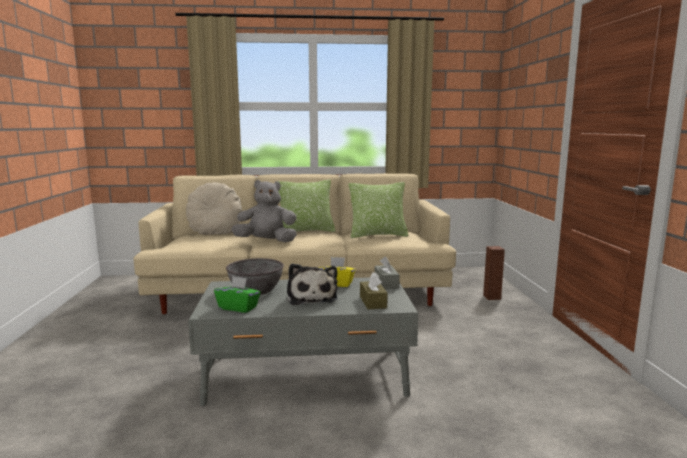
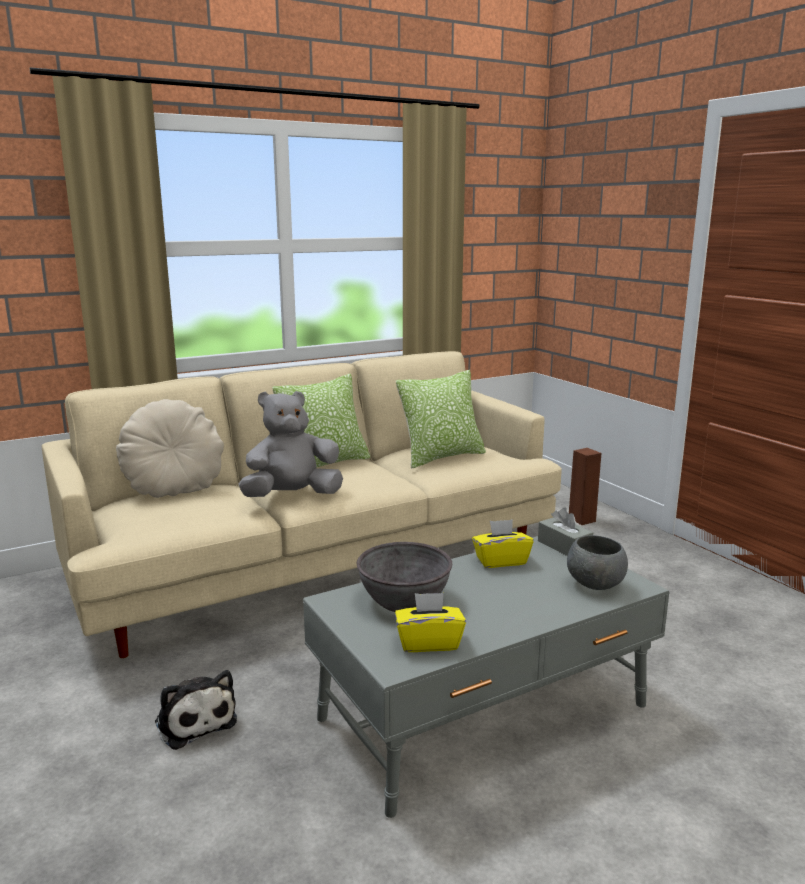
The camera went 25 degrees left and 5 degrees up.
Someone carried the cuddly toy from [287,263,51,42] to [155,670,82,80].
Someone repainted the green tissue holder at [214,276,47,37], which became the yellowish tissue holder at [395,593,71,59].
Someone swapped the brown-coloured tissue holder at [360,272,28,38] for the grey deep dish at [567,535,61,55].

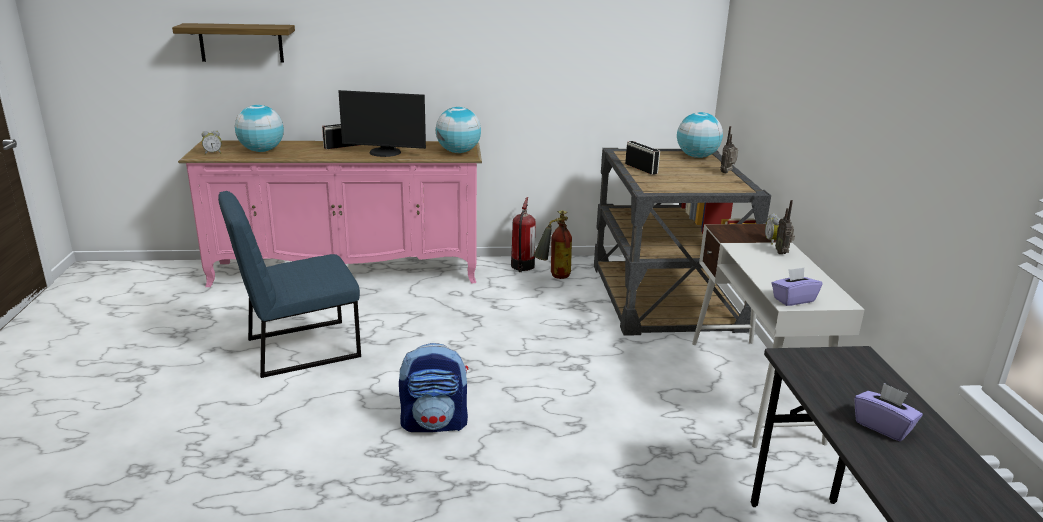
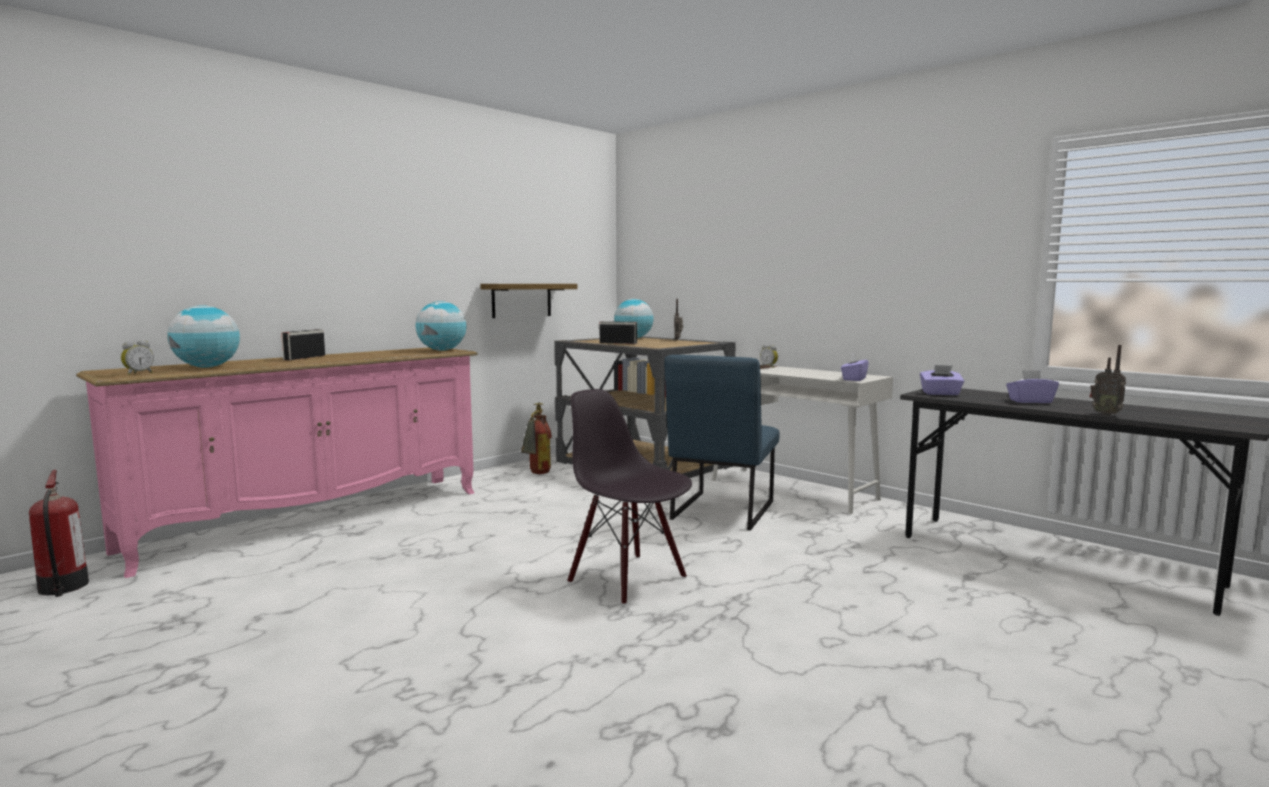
The camera went 40 degrees left and 15 degrees down.
Someone carried the fire extinguisher from [511,197,25,75] to [29,470,60,127].
Someone carried the shelf from [172,23,123,40] to [480,284,97,34].
Someone swapped the knapsack at [399,343,70,89] for the blackish plain chair at [567,389,125,216].
Someone carried the blue plain chair from [218,191,143,187] to [664,355,116,176].
Someone put down the purple tissue holder at [920,365,44,30].
Someone carried the radio set from [775,200,20,54] to [1089,345,37,71].
Someone took away the monitor at [338,90,88,67].

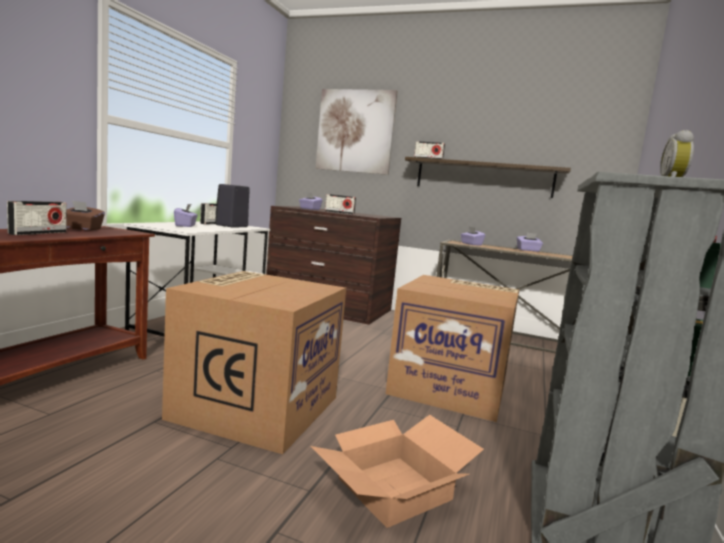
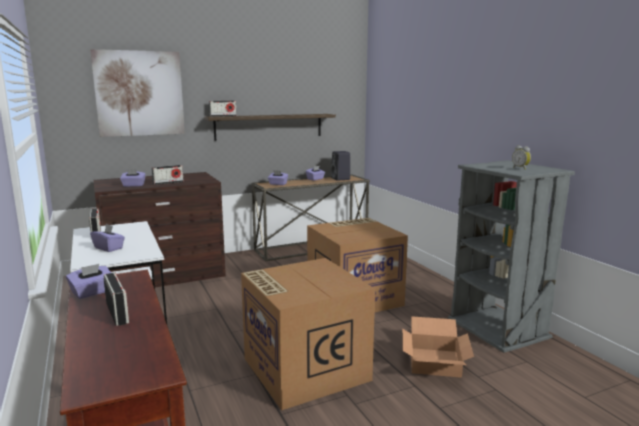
The camera went 45 degrees left and 5 degrees up.
Someone repainted the brown-coloured tissue holder at [66,201,39,29], which became the purple tissue holder at [66,264,45,35].
Someone carried the blackish loudspeaker from [215,184,35,43] to [331,151,19,30].

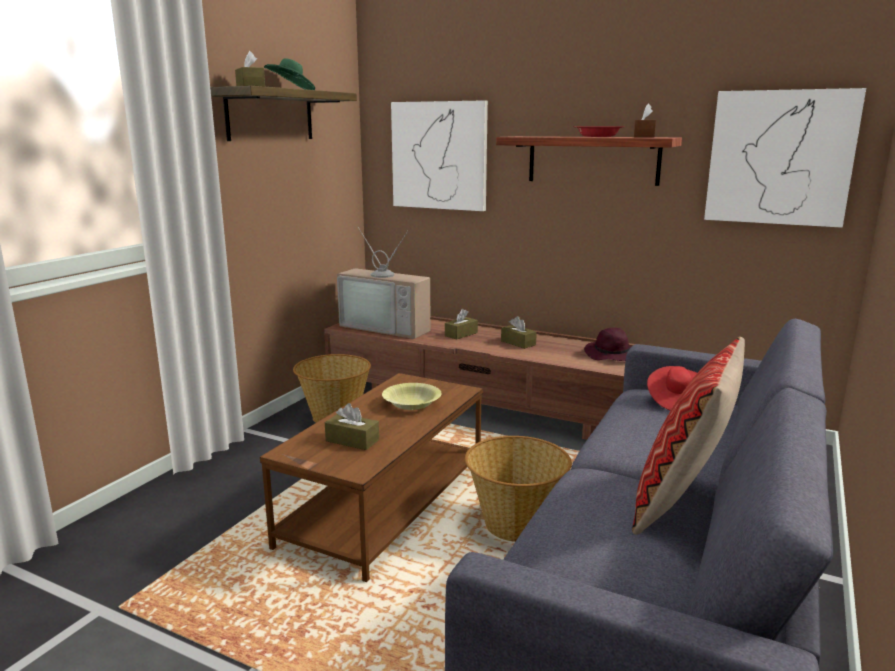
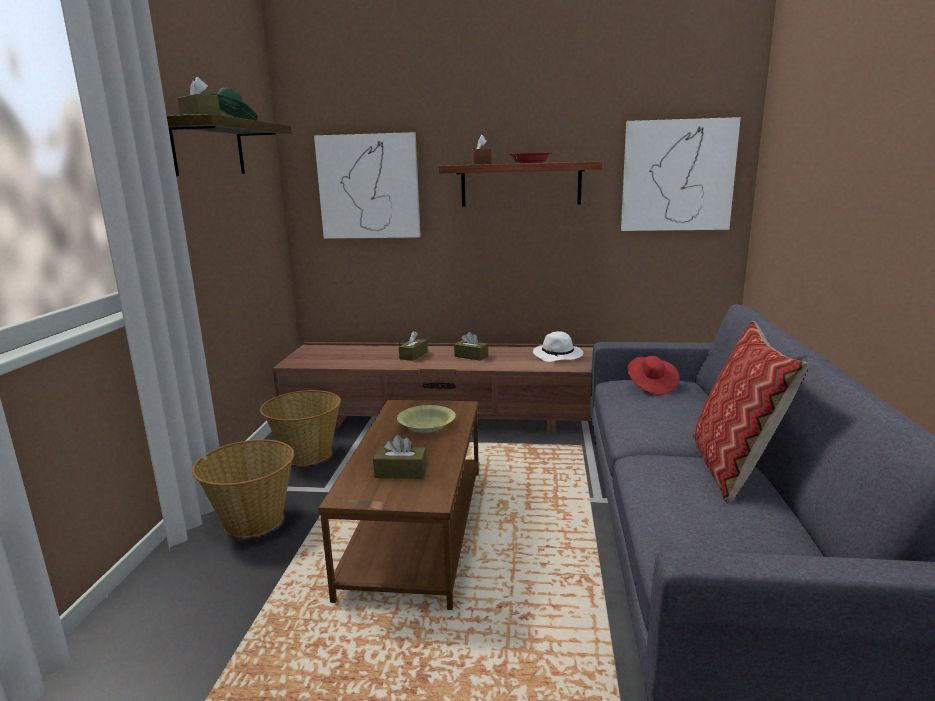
The camera went 20 degrees left and 0 degrees up.
Someone carried the household basket from [465,436,107,106] to [192,439,102,98].
Someone carried the brown-coloured tissue holder from [634,103,22,35] to [470,135,21,29].
Someone repainted the purple clothing hat at [584,327,48,34], which became the white-coloured clothing hat at [533,331,50,31].
Someone took away the TV set at [337,227,94,112].

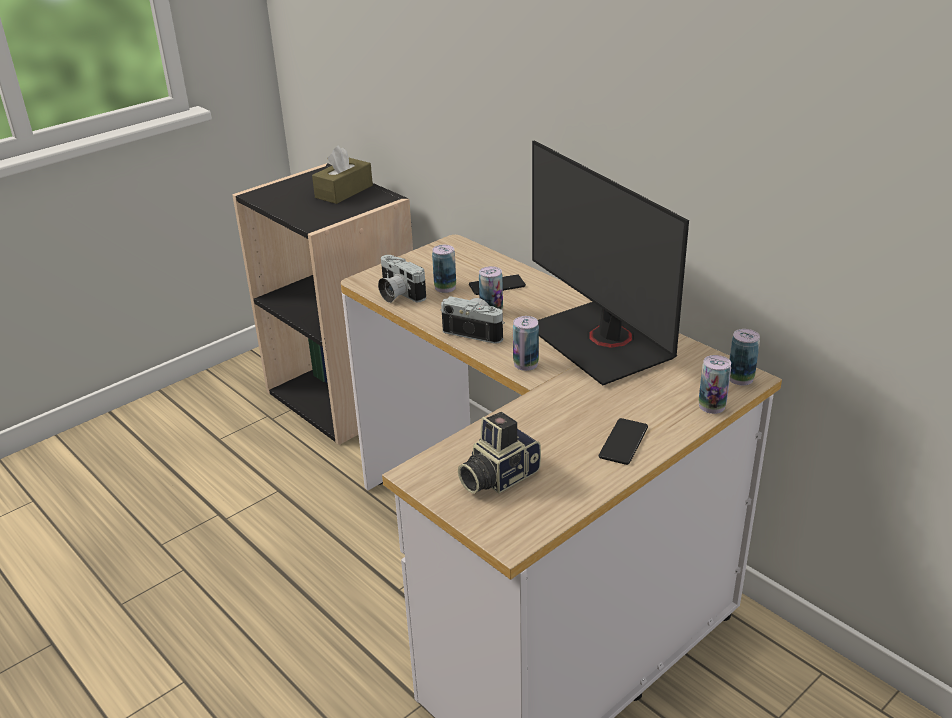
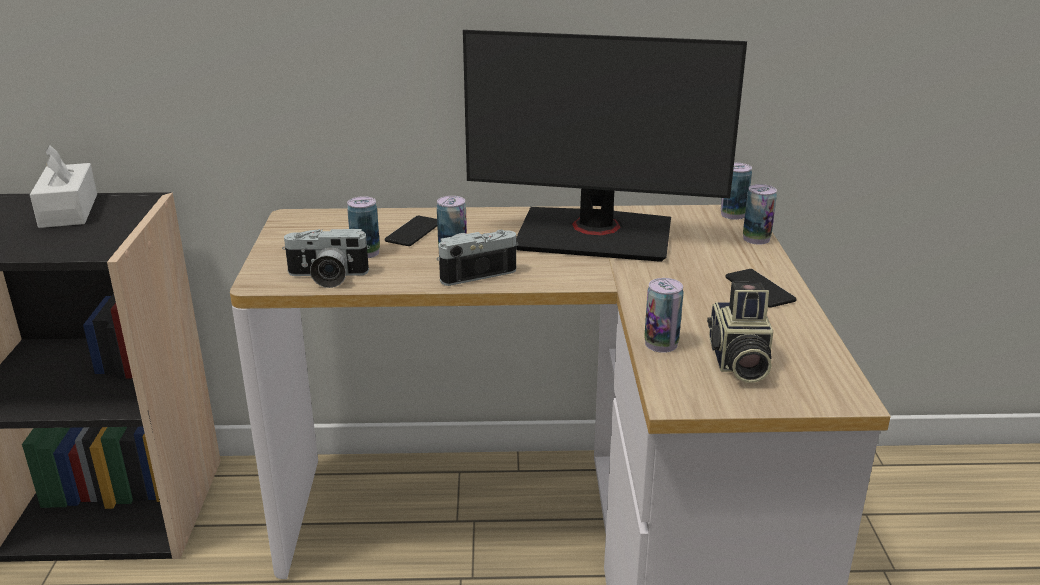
The camera went 50 degrees left and 5 degrees down.
Someone repainted the brown-coloured tissue holder at [312,145,61,59], which became the white-coloured tissue holder at [30,145,67,83].
Someone carried the can from [513,316,26,55] to [644,278,39,75].

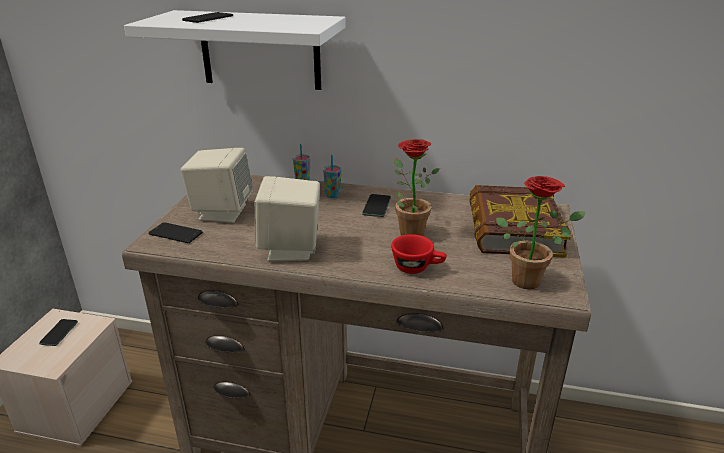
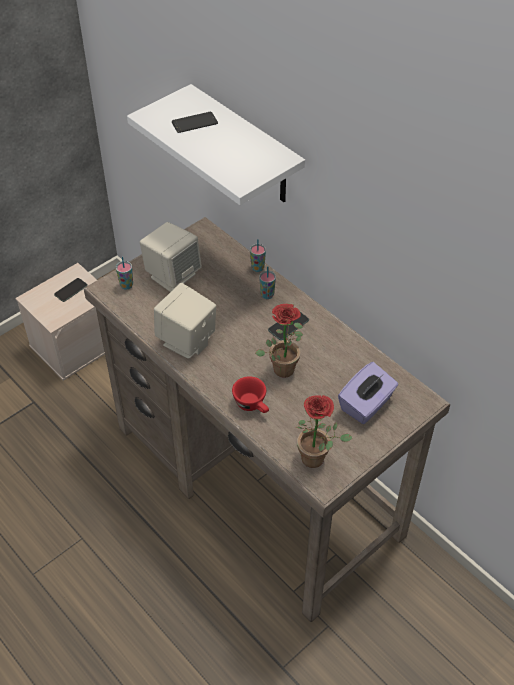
The camera went 35 degrees right and 20 degrees up.
Someone swapped the telephone at [149,222,54,21] for the cup at [116,257,17,33].
Someone swapped the book at [469,185,102,73] for the purple tissue holder at [338,362,60,62].

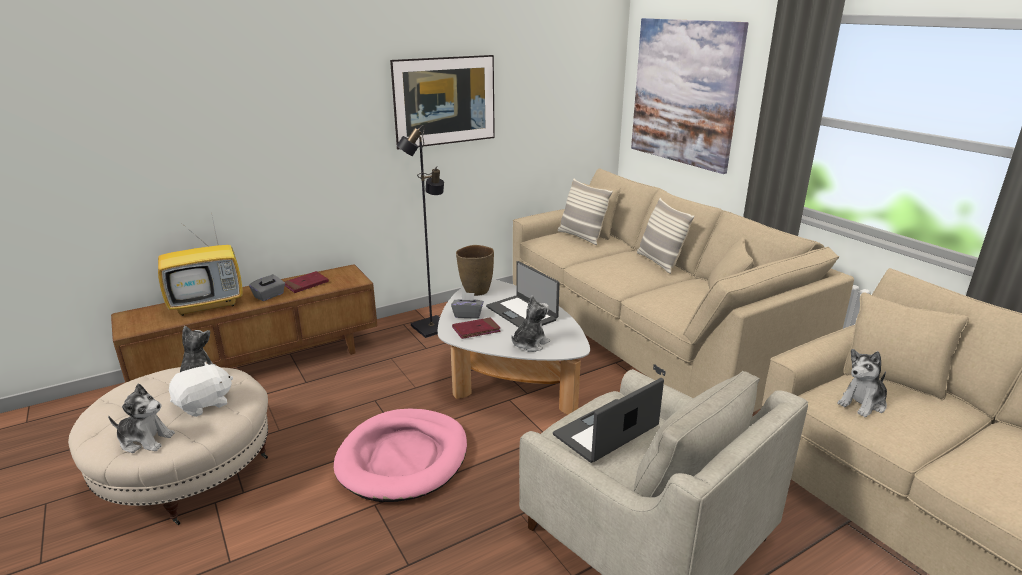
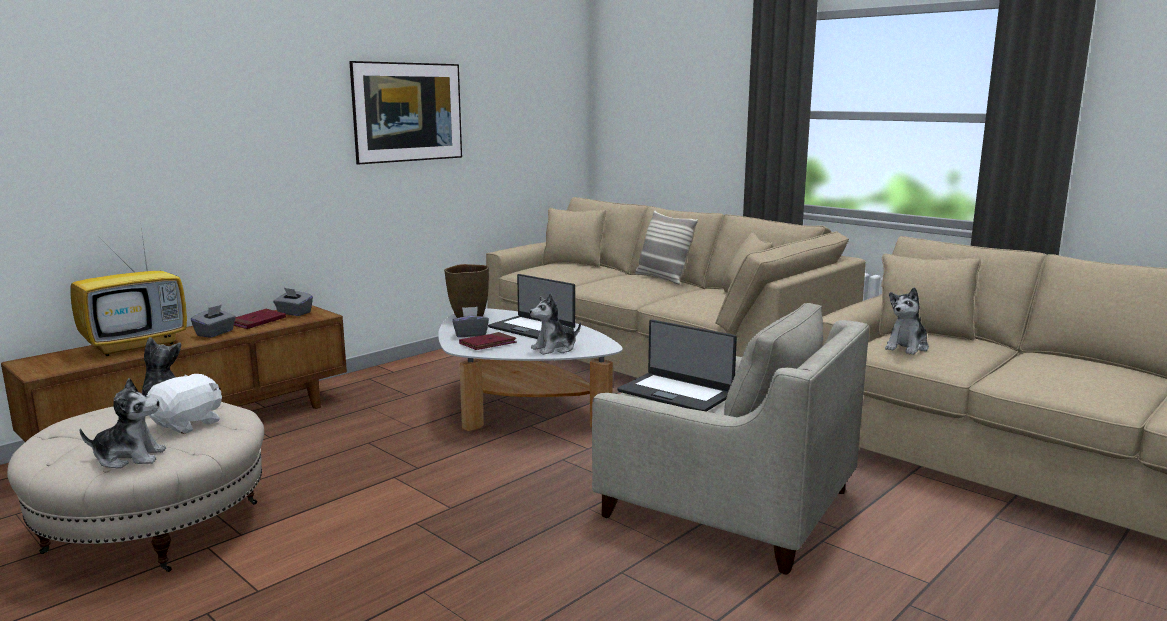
The camera went 15 degrees left and 10 degrees down.
Someone put down the grey tissue holder at [273,288,40,28].
Someone rotated the cuddly toy at [511,296,39,56] by 150 degrees counterclockwise.
Someone rotated the notebook computer at [553,378,111,85] by 90 degrees counterclockwise.
Someone took away the pinkish dog cushion at [334,409,133,93].
Someone took away the blackish standard lamp at [397,125,47,213].
Someone took away the cushion at [558,178,55,67].
Someone took away the wall art at [631,18,118,156].

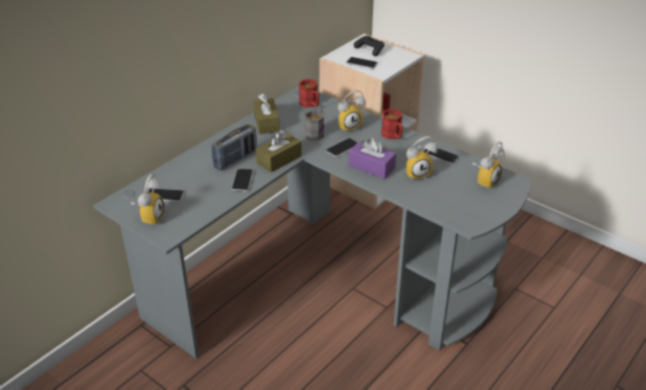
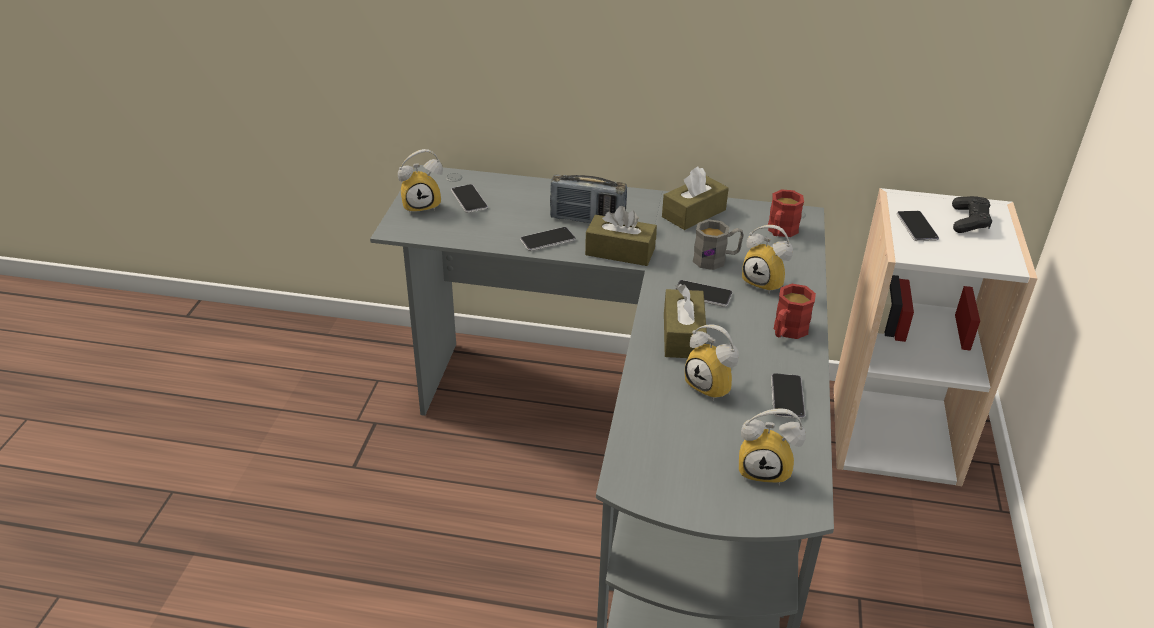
The camera went 60 degrees right and 0 degrees up.
Someone repainted the purple tissue holder at [348,138,48,41], which became the brown-coloured tissue holder at [664,284,43,74].

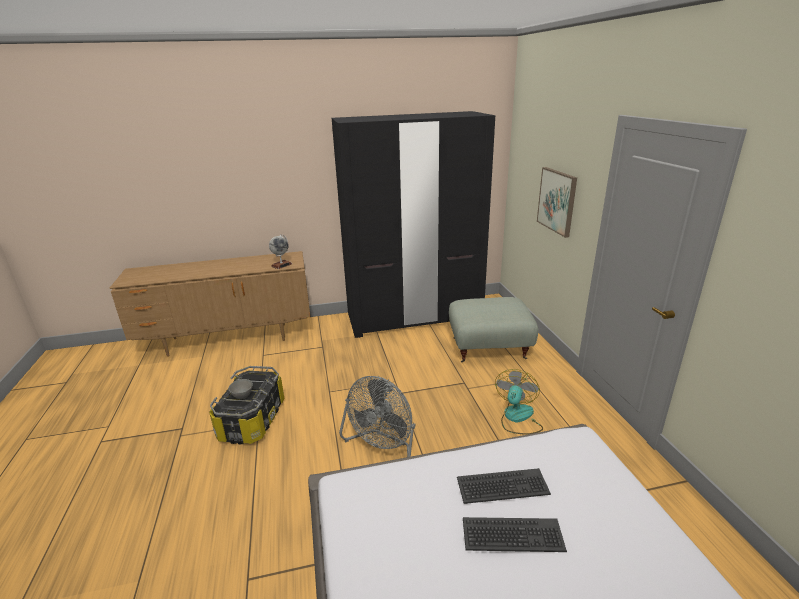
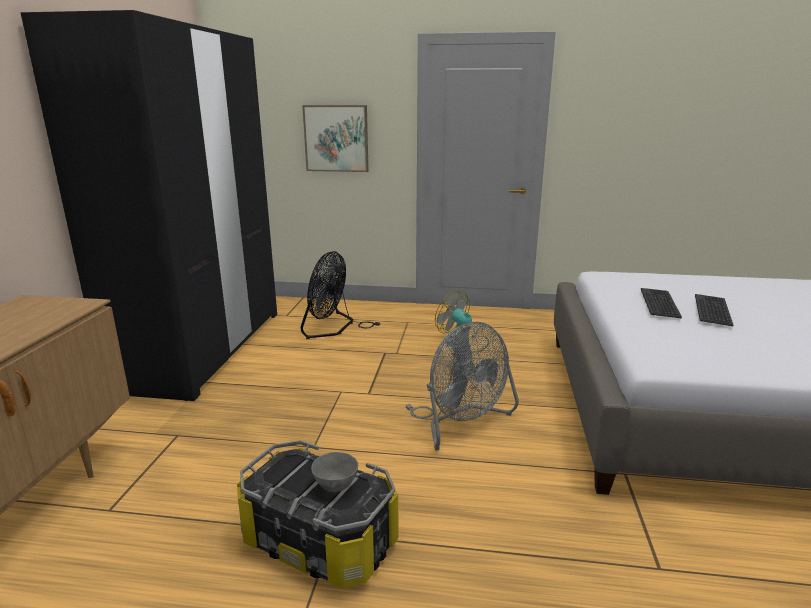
The camera went 70 degrees left and 5 degrees down.
Someone swapped the grey pouffe at [449,297,90,66] for the blackish electric fan at [301,251,80,89].
Someone took away the globe at [269,234,23,35].

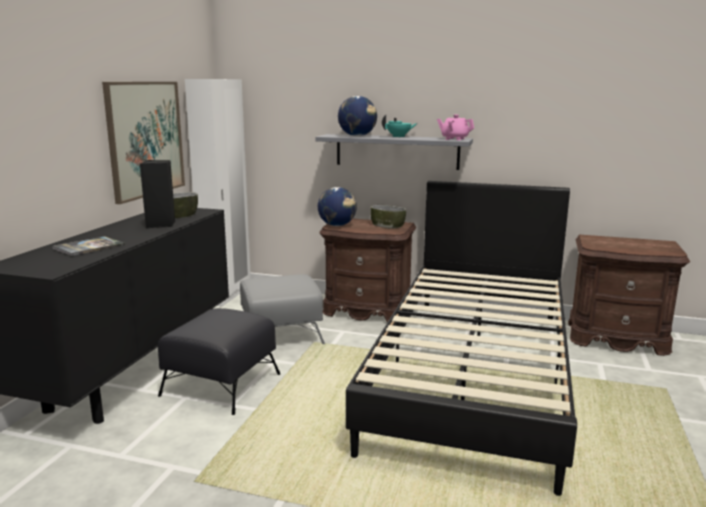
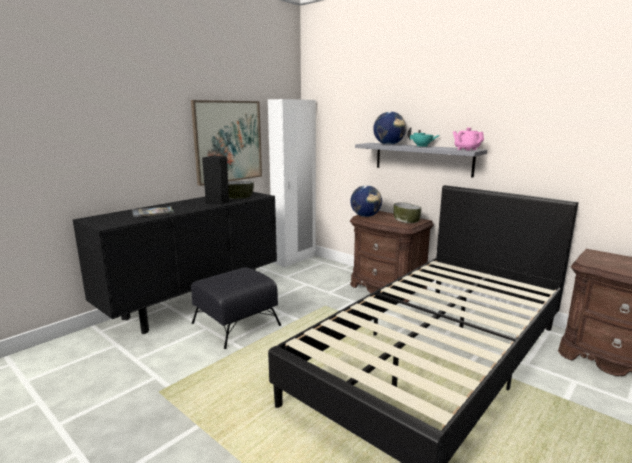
The camera went 25 degrees right and 0 degrees up.
Someone took away the grey pouffe at [240,274,85,70].

